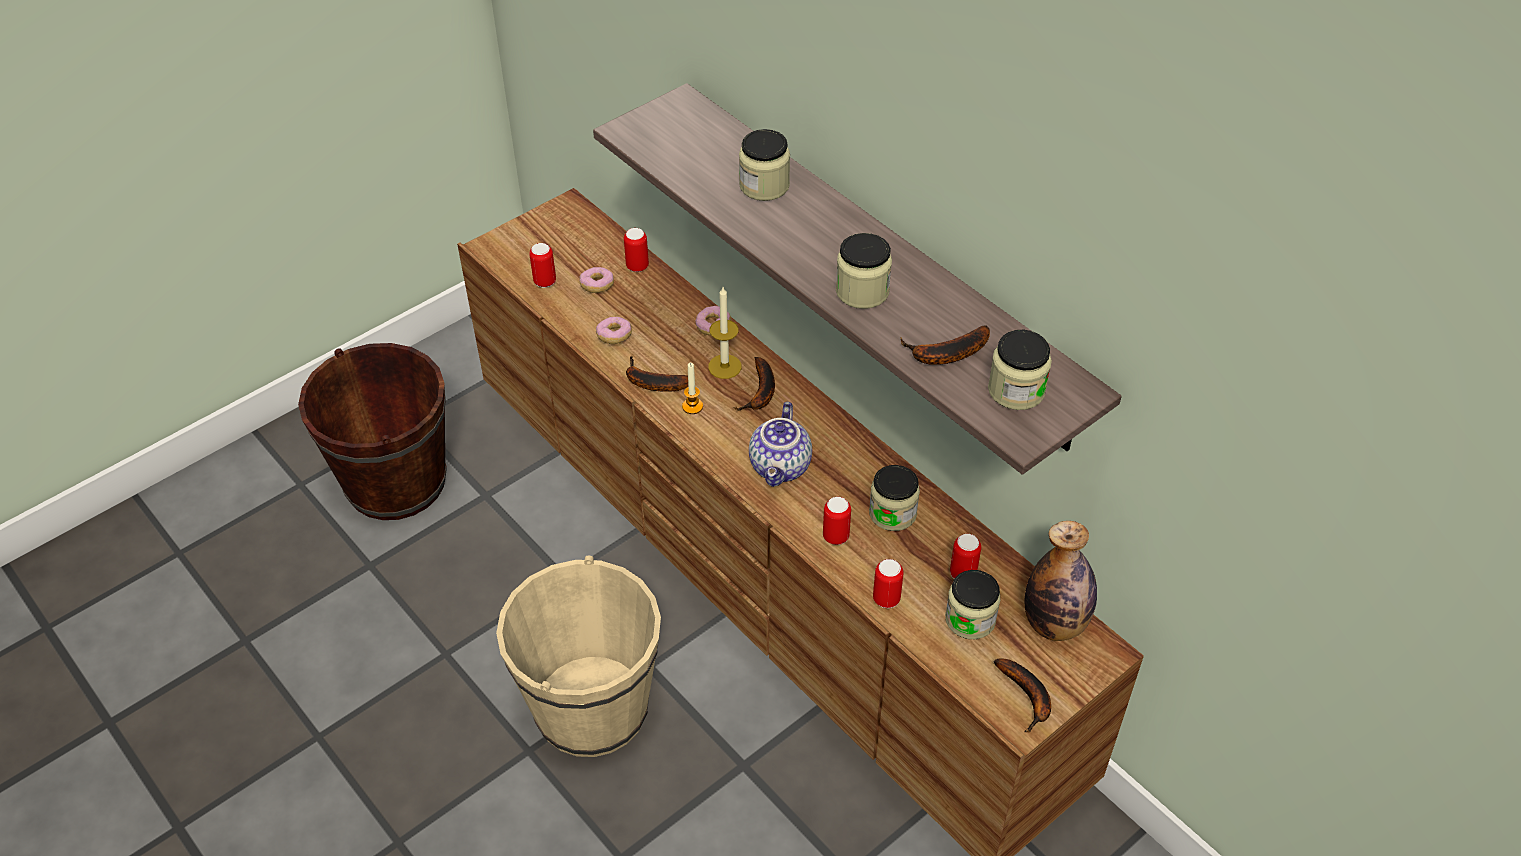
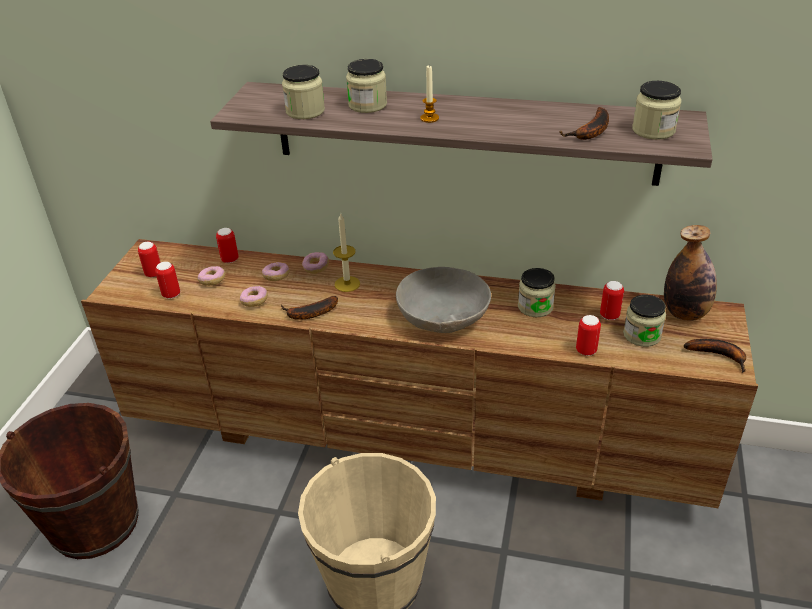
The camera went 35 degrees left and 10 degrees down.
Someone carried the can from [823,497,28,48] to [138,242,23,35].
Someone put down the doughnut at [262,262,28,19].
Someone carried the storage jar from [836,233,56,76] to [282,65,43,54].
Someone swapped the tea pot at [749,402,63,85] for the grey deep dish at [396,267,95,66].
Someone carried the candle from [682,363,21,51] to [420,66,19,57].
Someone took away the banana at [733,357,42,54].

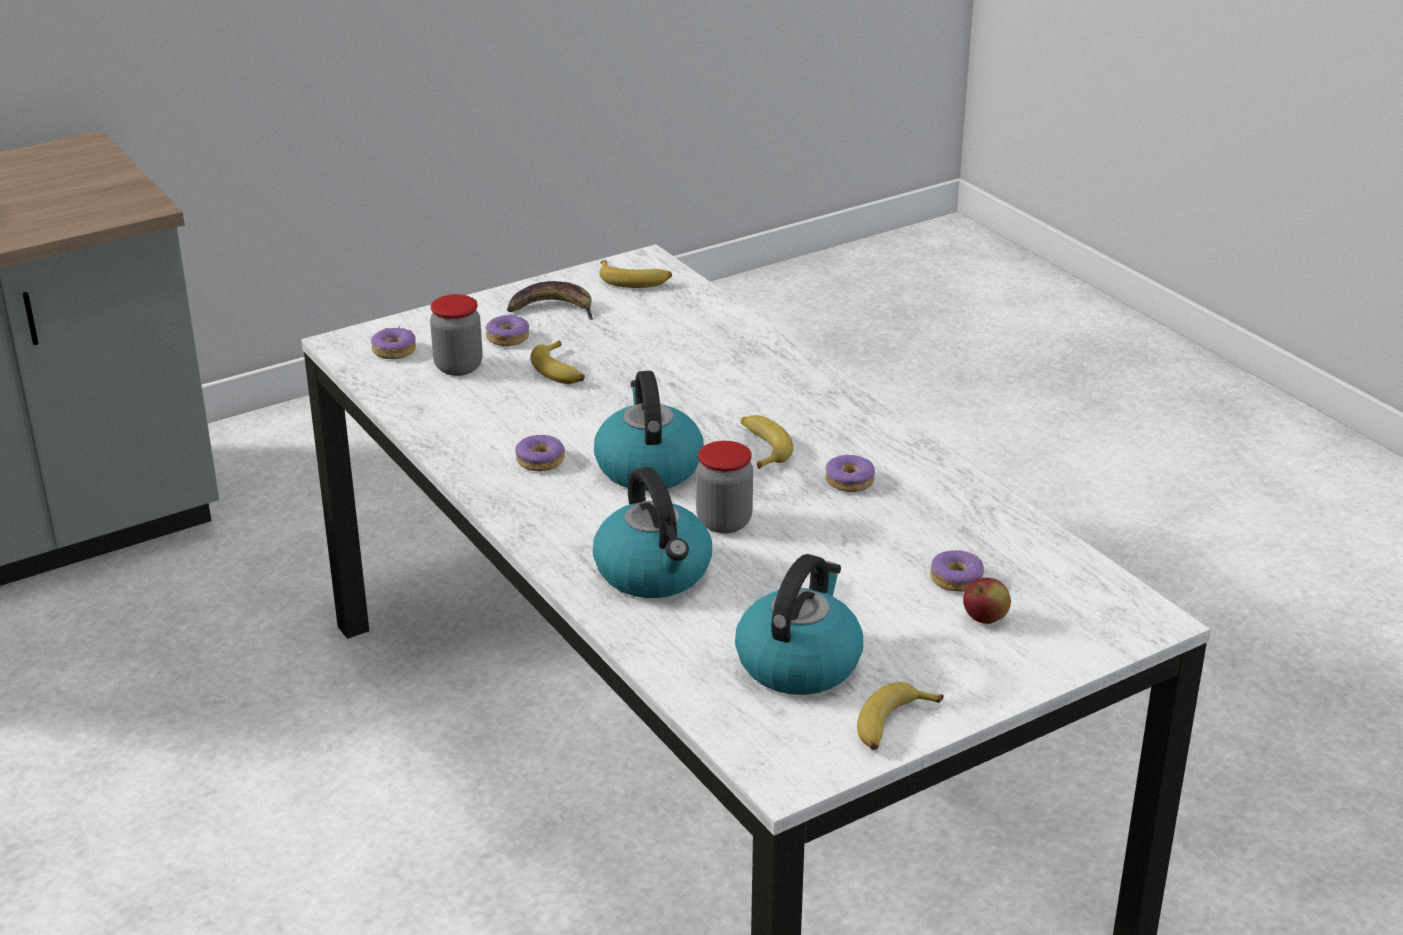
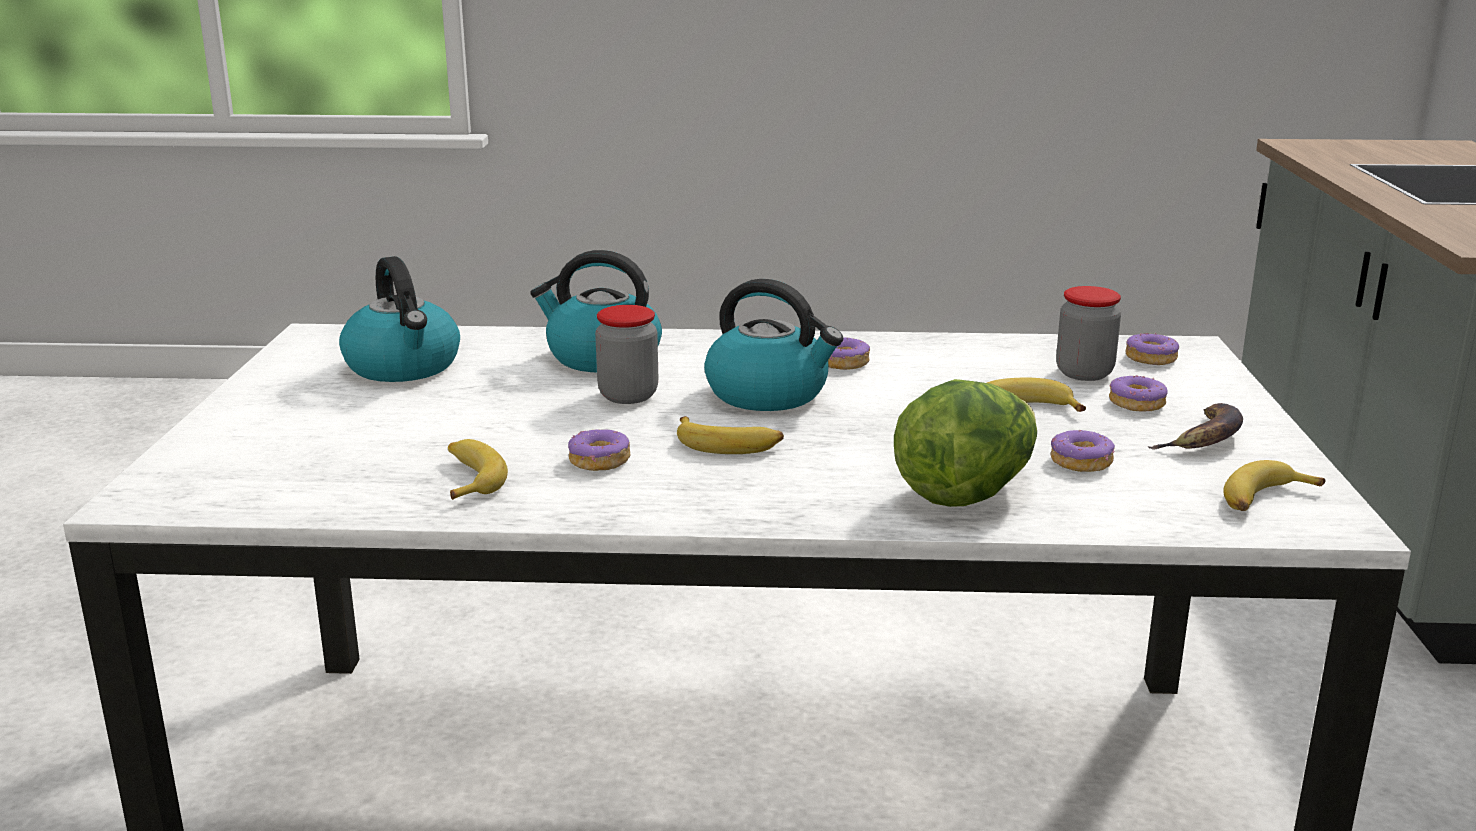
The camera went 125 degrees right and 10 degrees down.
Someone carried the banana from [857,682,87,68] to [448,439,60,61].
Someone put down the lettuce head at [894,379,143,128].
Someone carried the doughnut from [930,550,54,42] to [1051,430,64,42].
Someone took away the apple at [963,578,48,46].

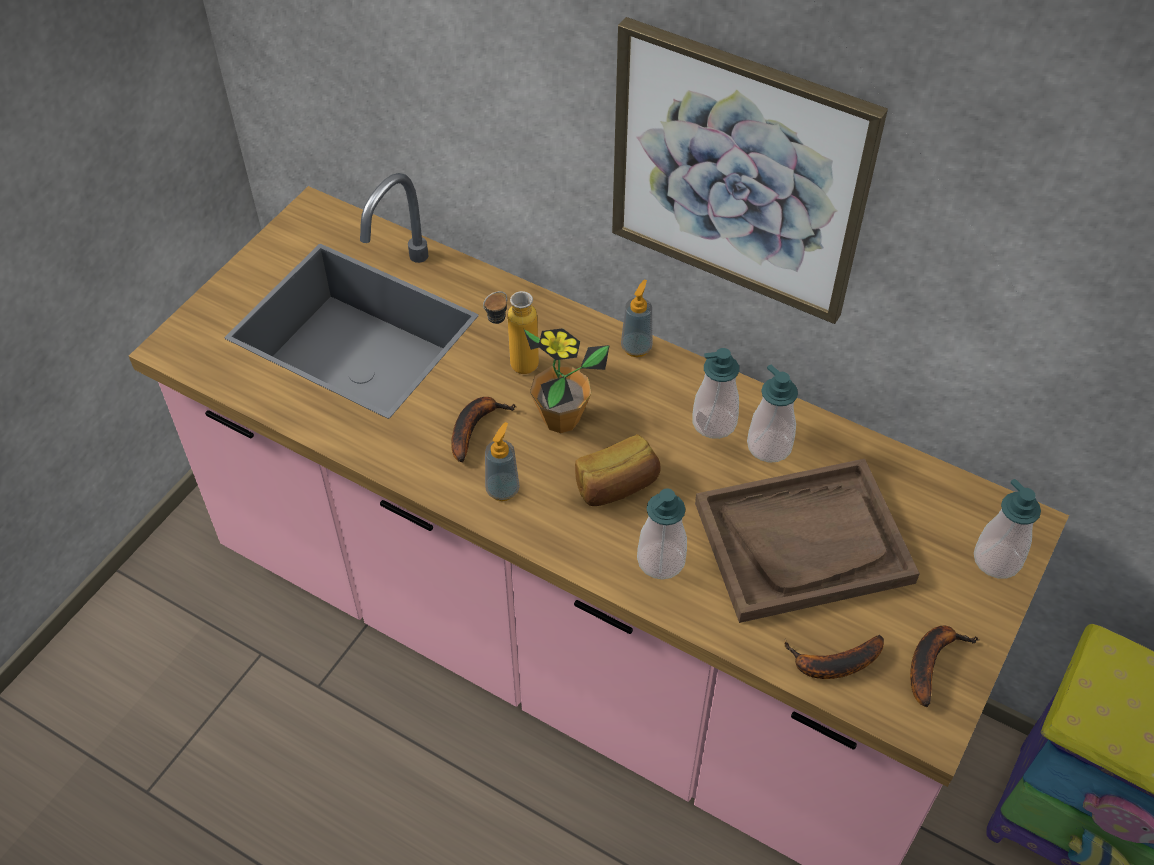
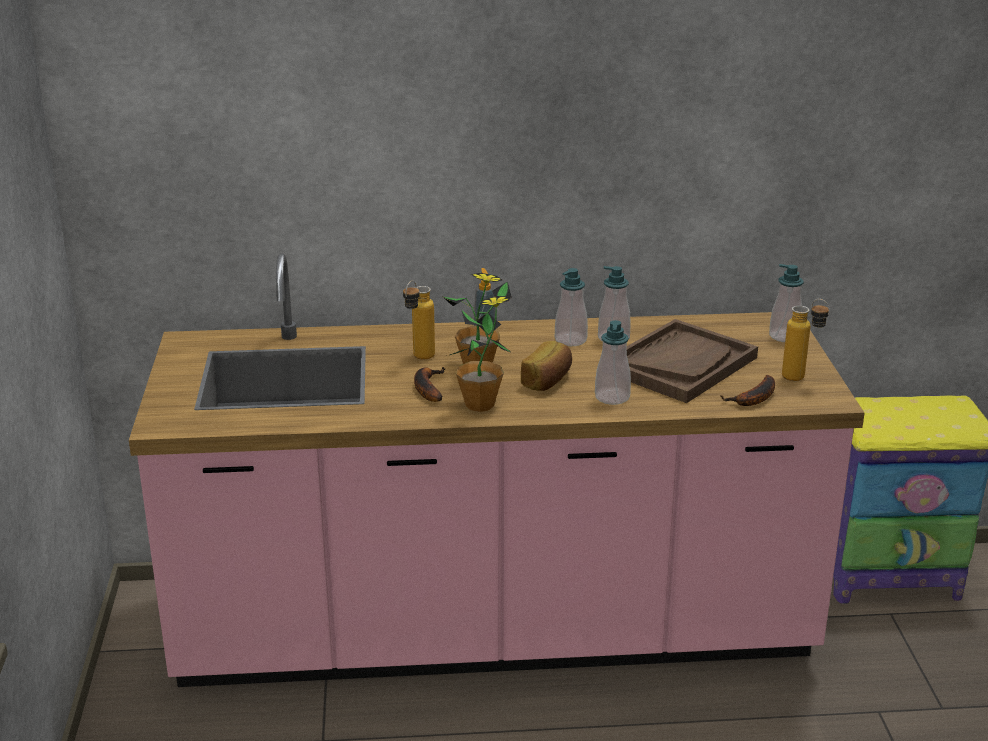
The camera went 35 degrees left and 25 degrees down.
Someone swapped the liquid soap bottle at [485,422,35,79] for the houseplant at [450,296,62,116].
Someone swapped the banana at [910,626,69,81] for the beverage bottle at [782,299,48,82].
Someone took away the wall art at [612,17,276,307].

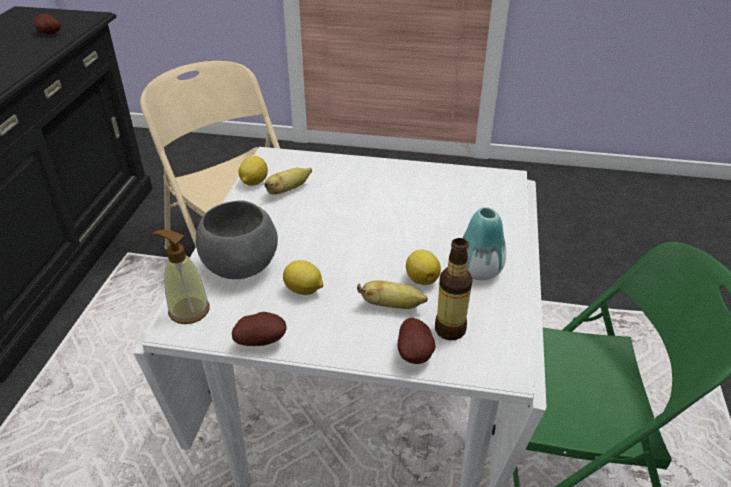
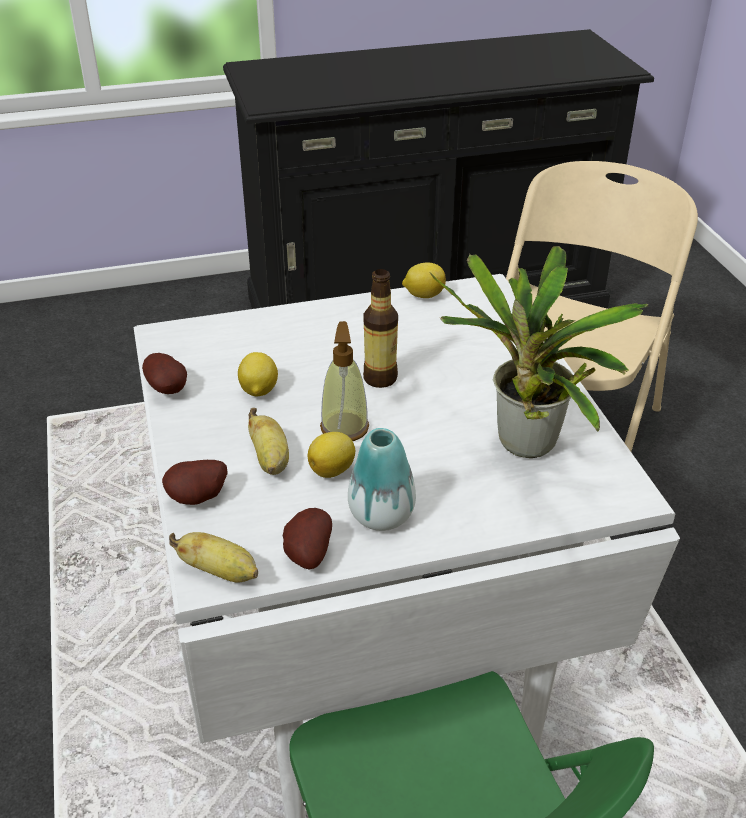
The camera went 65 degrees right and 0 degrees up.
Someone carried the banana from [264,168,48,27] to [169,532,89,51].
Someone carried the spud from [34,13,27,21] to [283,508,49,62].
Someone carried the liquid soap bottle from [152,230,58,94] to [320,321,49,120].
Someone carried the beverage bottle from [435,238,38,102] to [363,269,35,119].
Someone put down the houseplant at [429,246,220,212].
Someone took away the grey deep dish at [196,200,82,79].

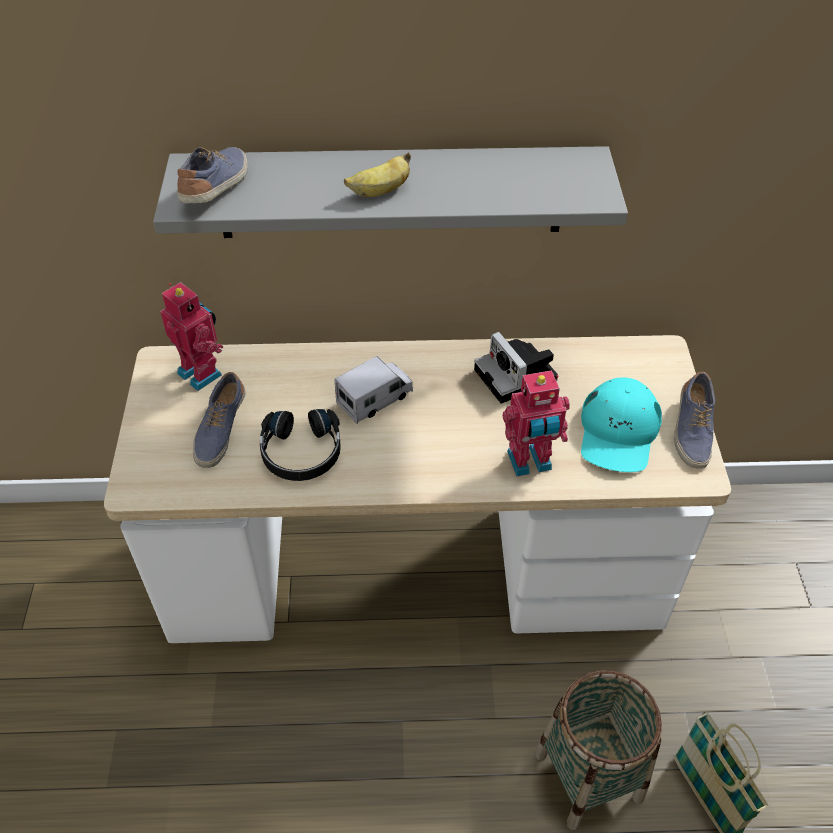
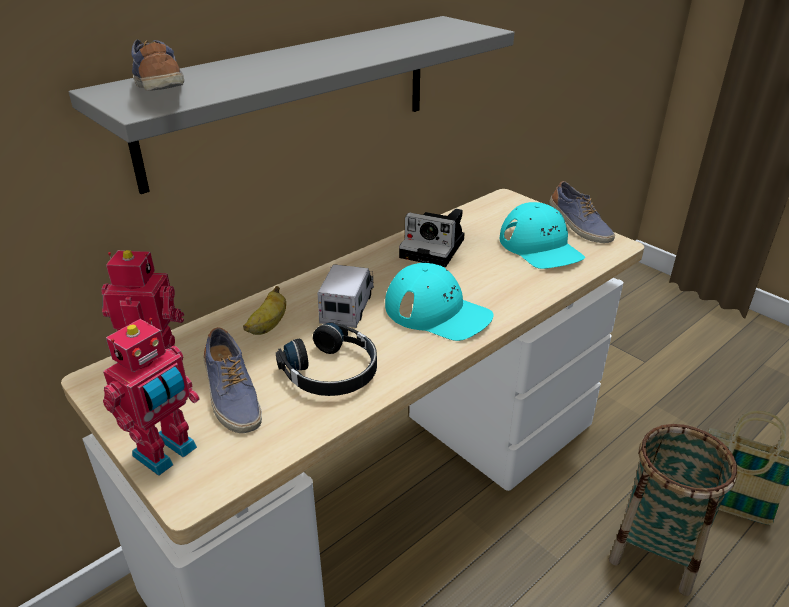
The camera went 40 degrees left and 15 degrees down.
Someone carried the model robot from [503,370,67,106] to [103,318,96,158].
Someone carried the banana from [344,152,67,45] to [243,286,43,49].
Someone put down the blue-green cap at [385,262,108,79].

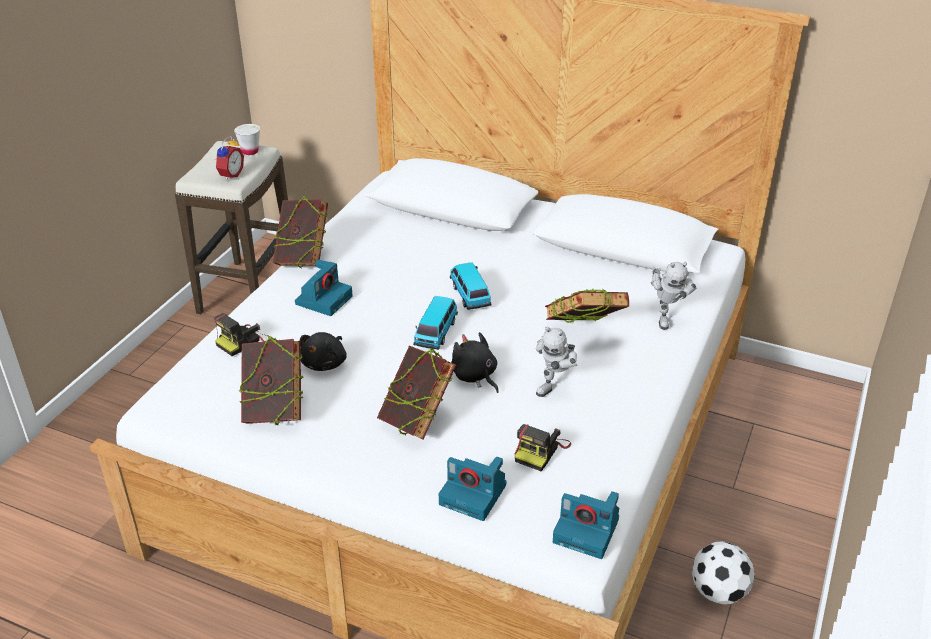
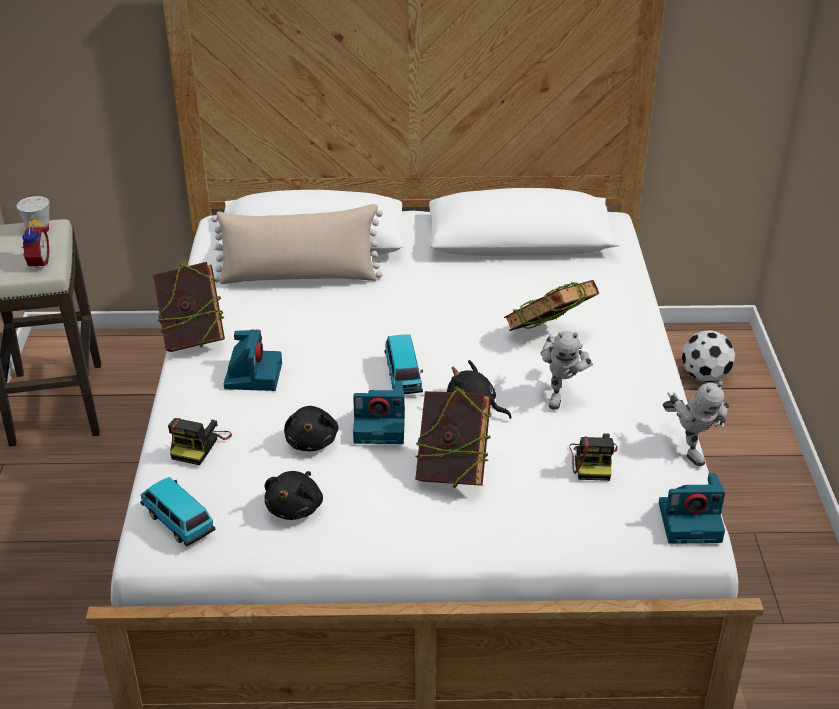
The camera went 25 degrees left and 0 degrees up.
Someone carried the model car from [450,263,42,47] to [140,477,75,69].
Someone put down the sand-coloured cushion at [211,204,172,80].
Someone swapped the book at [239,336,65,89] for the blackish cuddly toy at [265,471,58,49].
Someone carried the still camera from [439,457,67,64] to [353,381,52,63].
Someone carried the model robot from [651,262,45,68] to [663,381,66,85].
Someone carried the ball for football from [692,541,63,63] to [682,330,53,52].

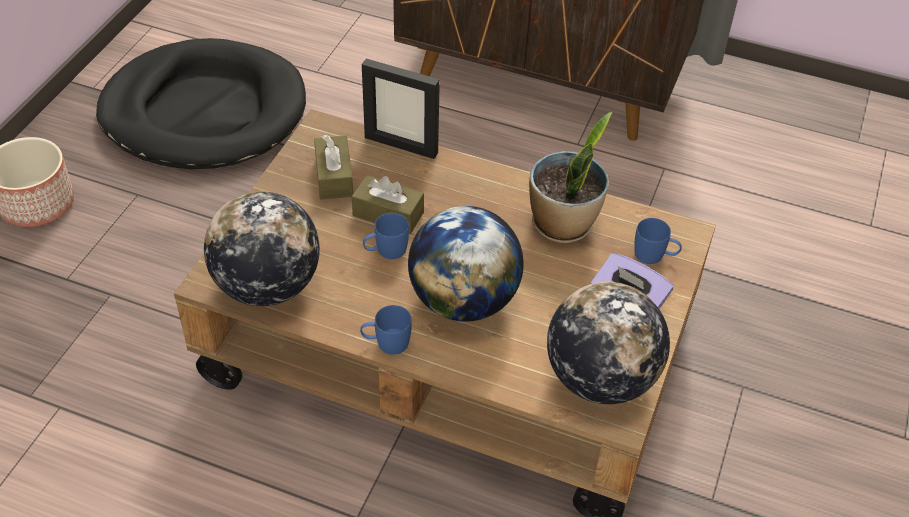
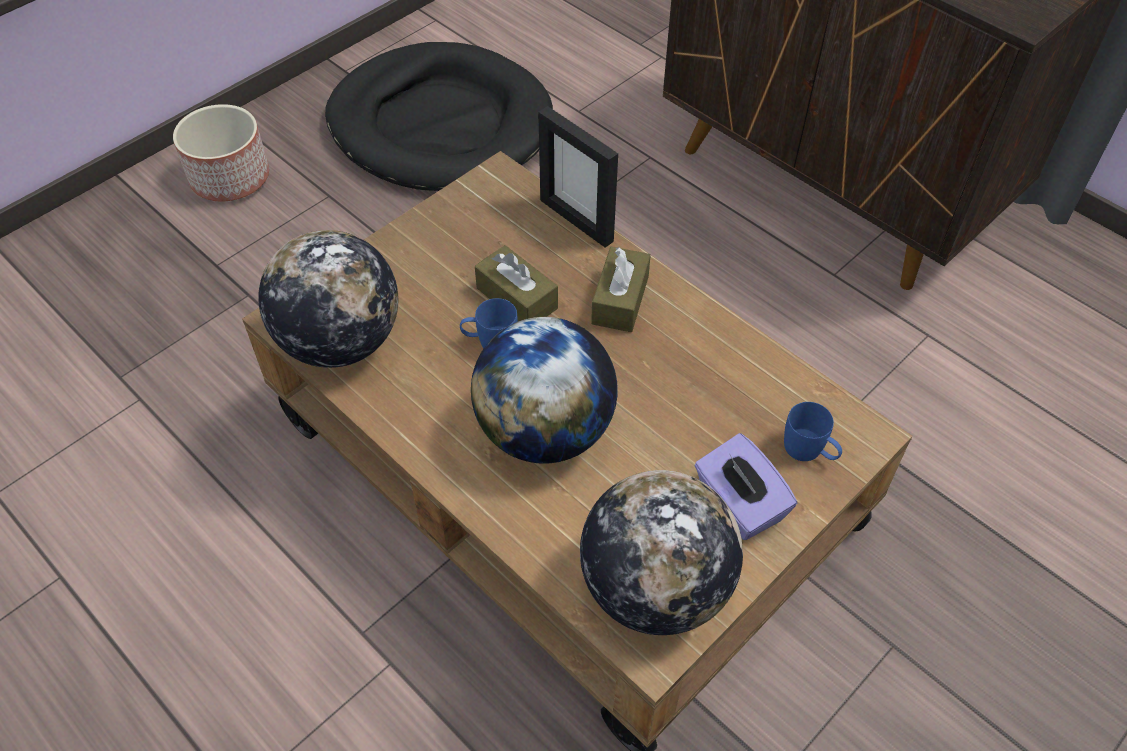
The camera went 25 degrees right and 5 degrees up.
Someone carried the brown-coloured tissue holder from [314,135,39,65] to [591,247,60,85].
Someone took away the blue mug at [360,305,52,50].
Someone took away the houseplant at [529,112,83,131].

